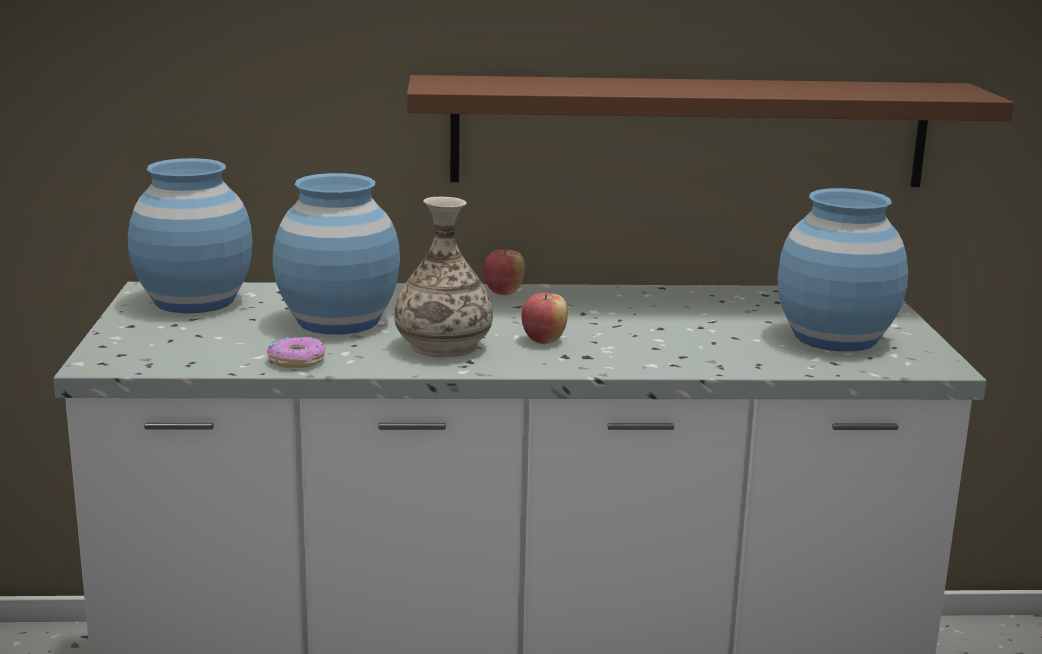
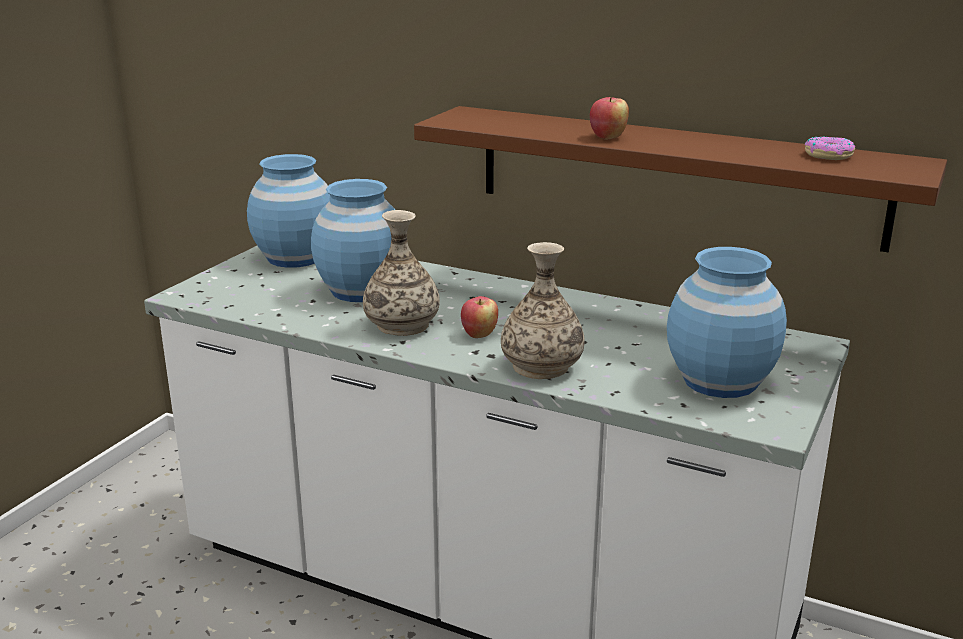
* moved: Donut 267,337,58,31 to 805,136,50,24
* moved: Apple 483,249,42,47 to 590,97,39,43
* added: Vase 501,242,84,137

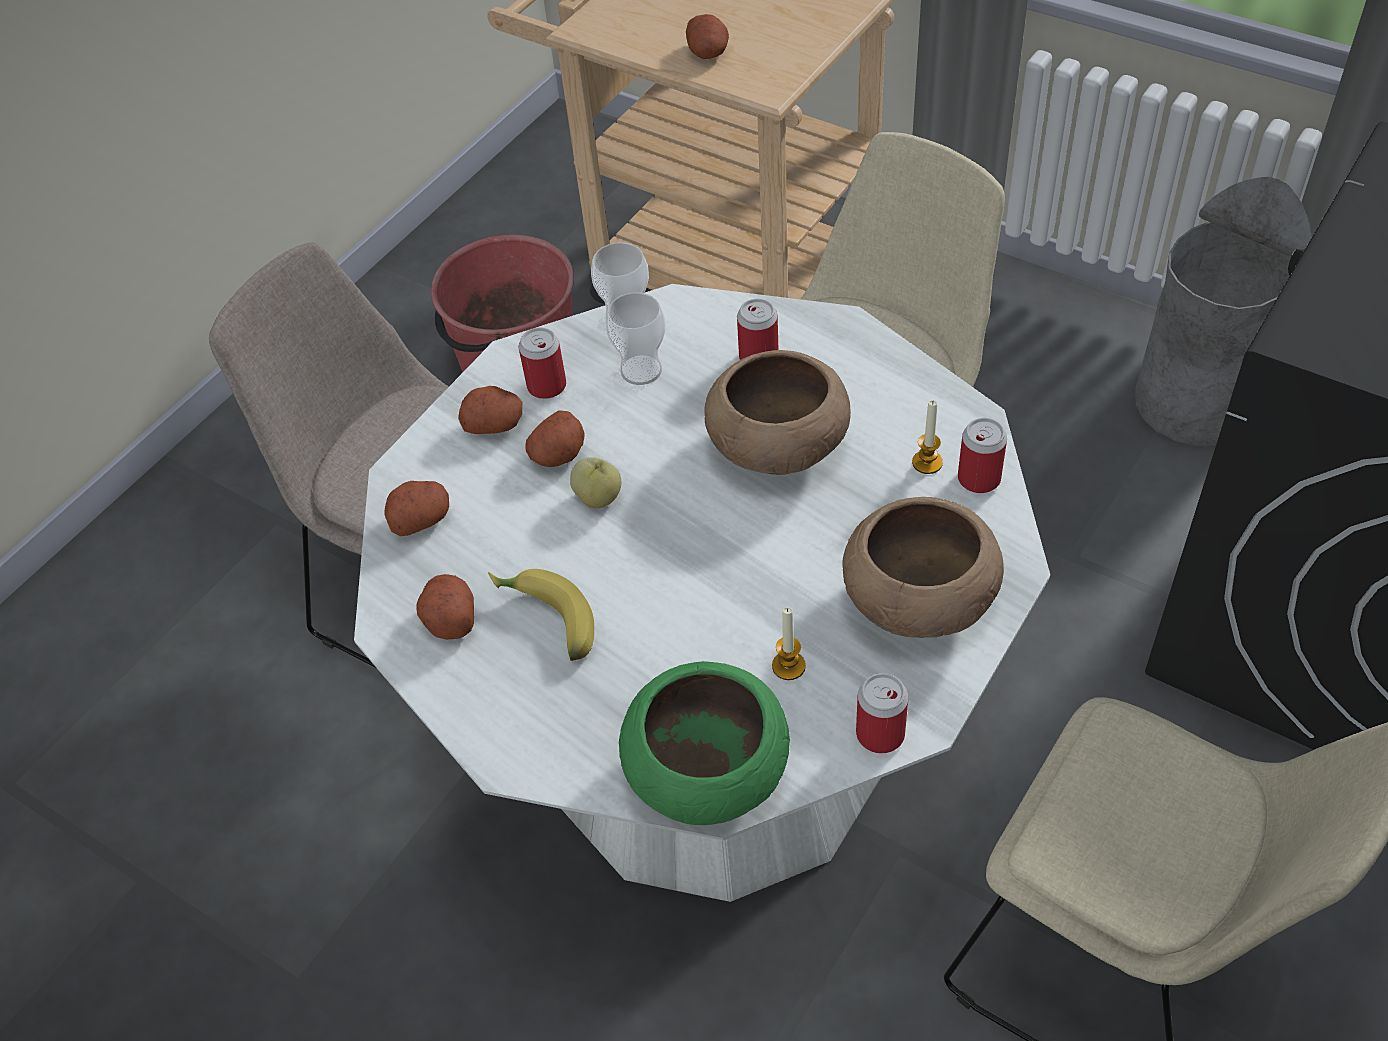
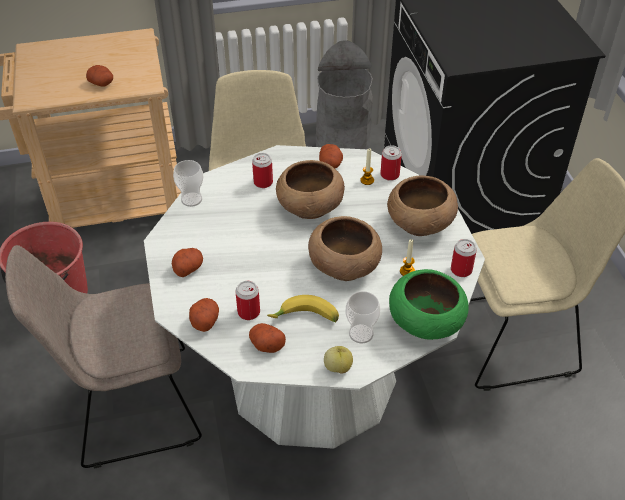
* moved: Can 519,327,47,72 to 235,281,25,39
* moved: Potato 525,410,60,57 to 319,144,24,24
* moved: Apple 570,457,51,51 to 324,346,29,27
* moved: Cup 606,292,60,93 to 345,291,35,53
* added: BrownBowl 308,216,74,65

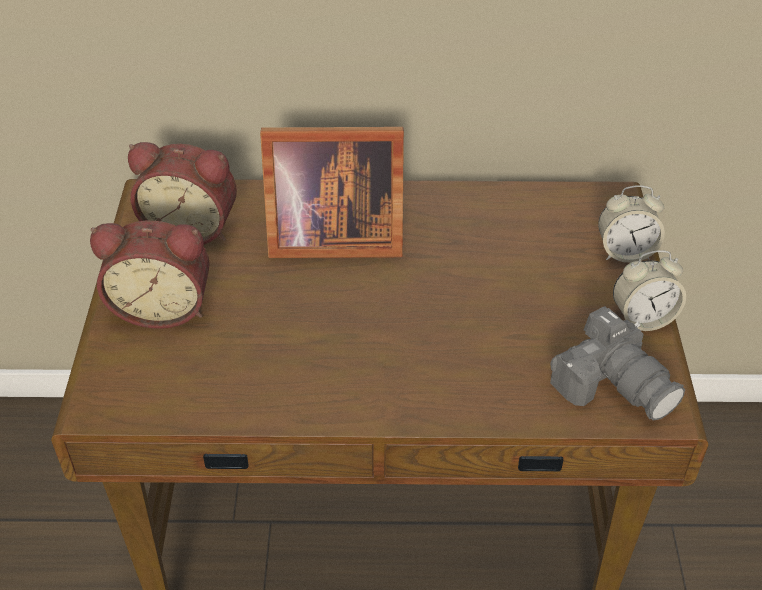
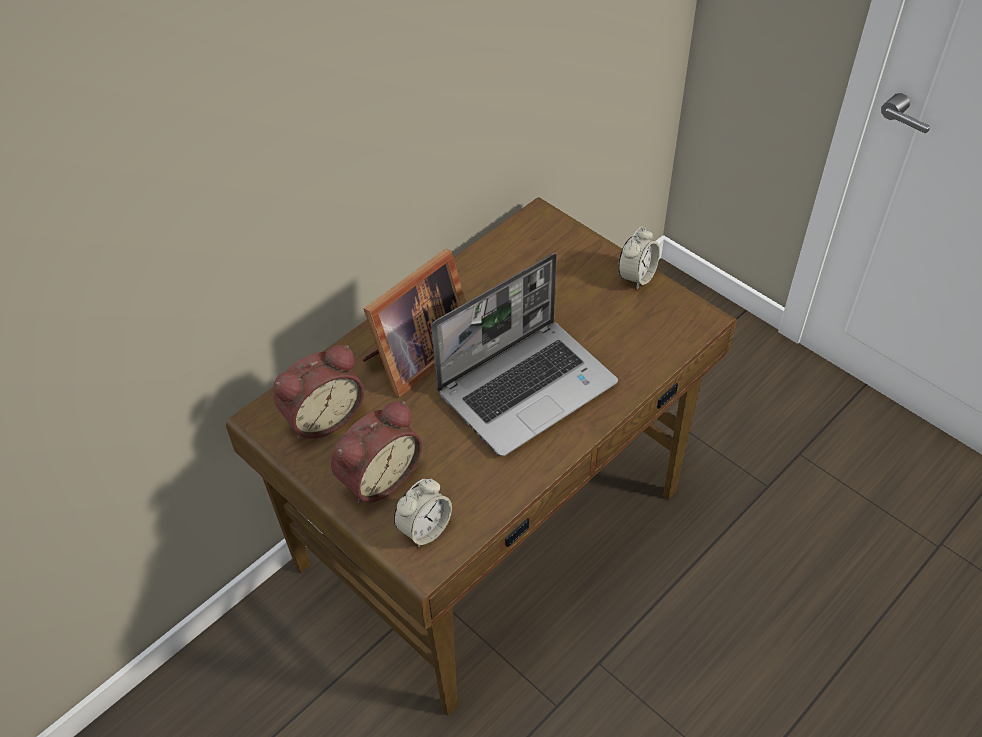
* removed: PhotoCamera 550,306,135,115
* moved: AlarmClock 598,185,67,78 to 394,479,58,68
* added: Laptop 431,253,187,204

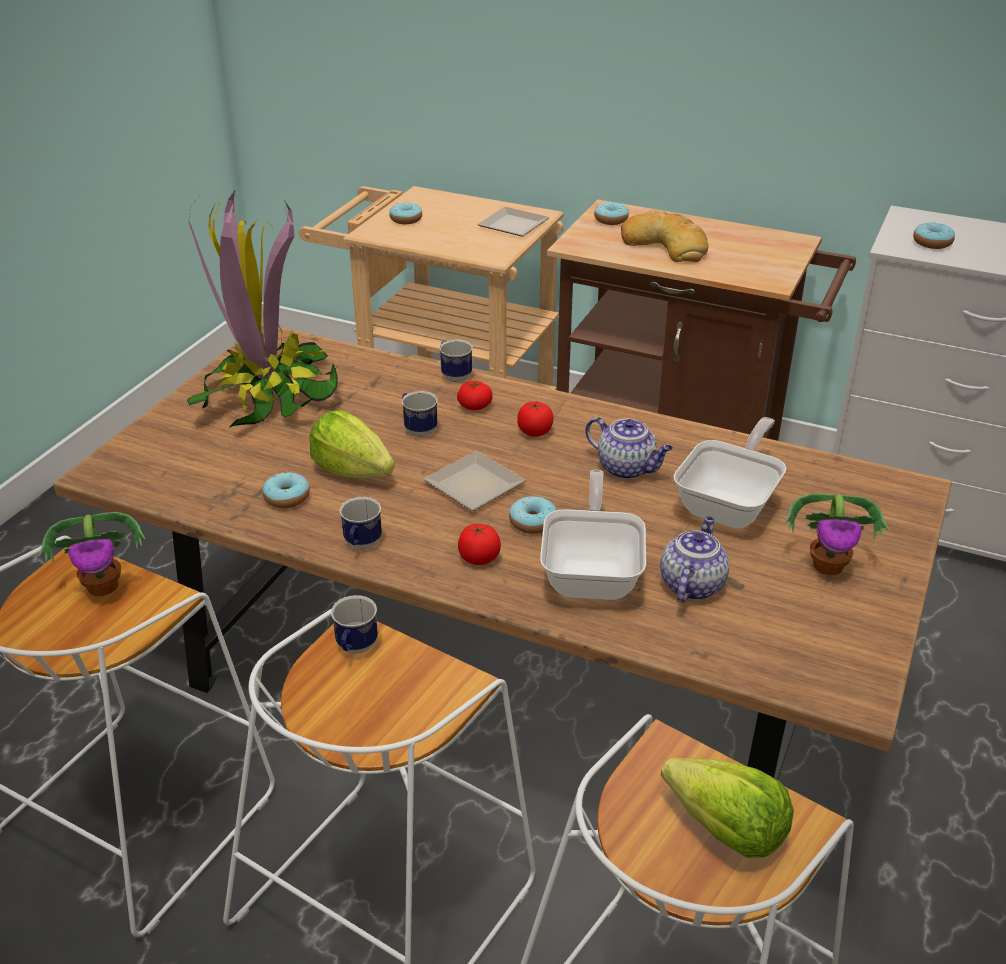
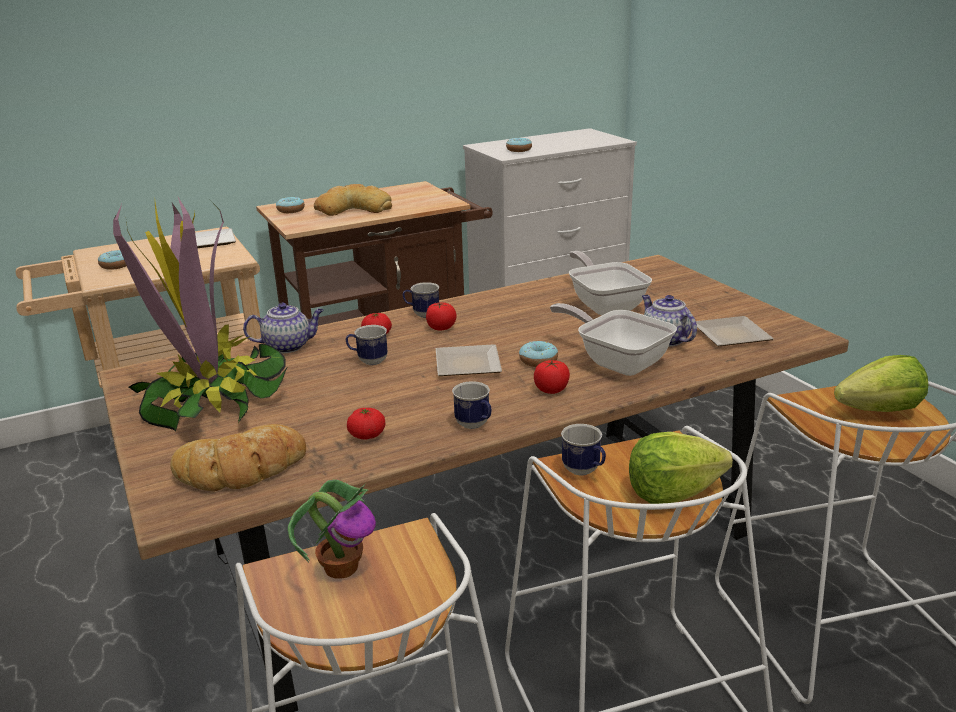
* replaced: Donut 263,472,47,36 to Tomato 347,408,38,32
* moved: Lettuce 309,410,86,68 to 629,432,104,72
* moved: Mug 439,339,34,43 to 403,282,36,36
* moved: Teapot 585,417,88,62 to 243,303,81,50
* removed: PottedPlant 785,493,105,82
* added: Bread 170,424,136,67
* added: Plate 696,316,78,30

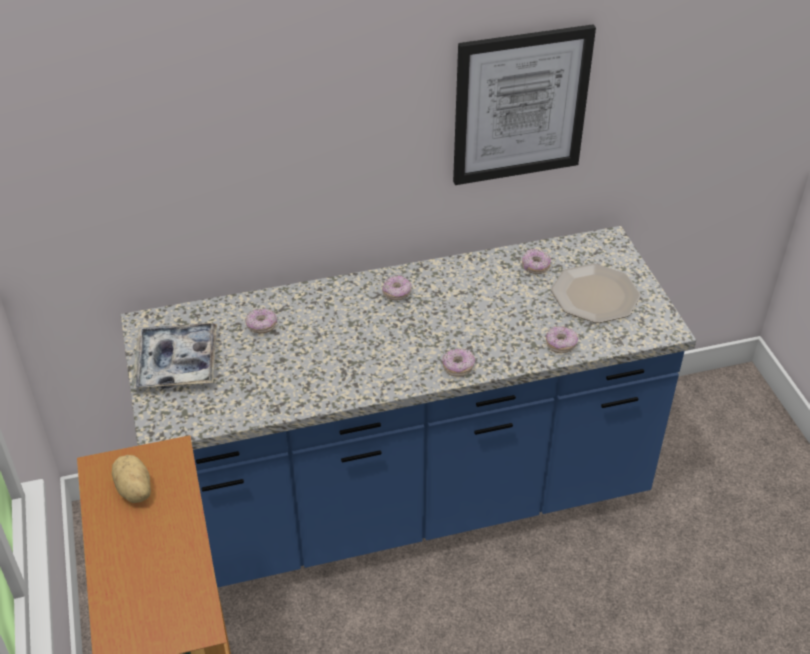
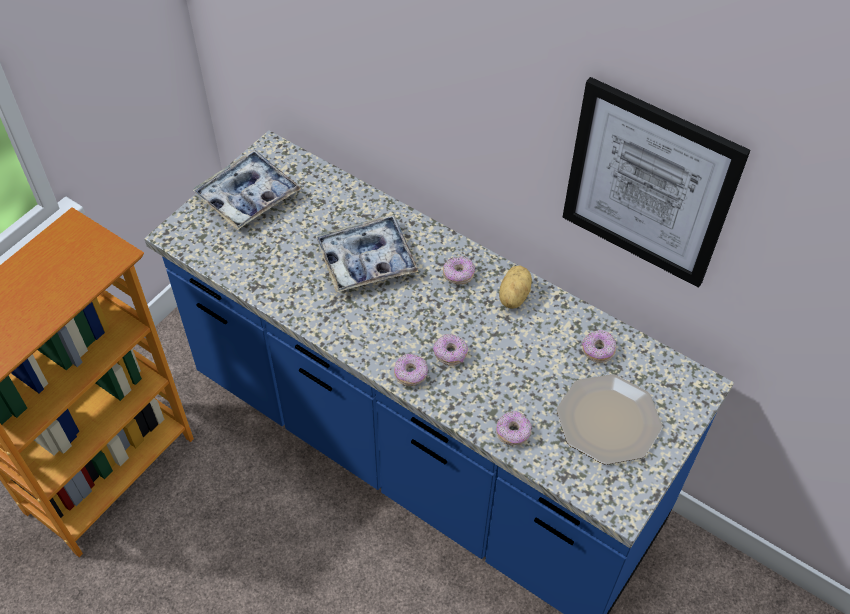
* moved: Potato 112,455,39,48 to 499,266,33,43
* moved: Donut 245,308,32,25 to 433,334,35,32
* added: Tray 316,215,103,78

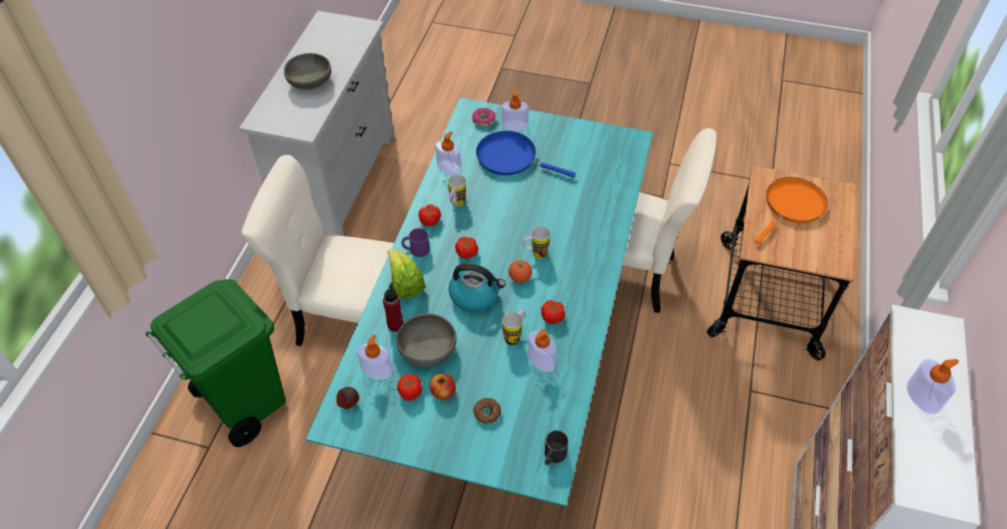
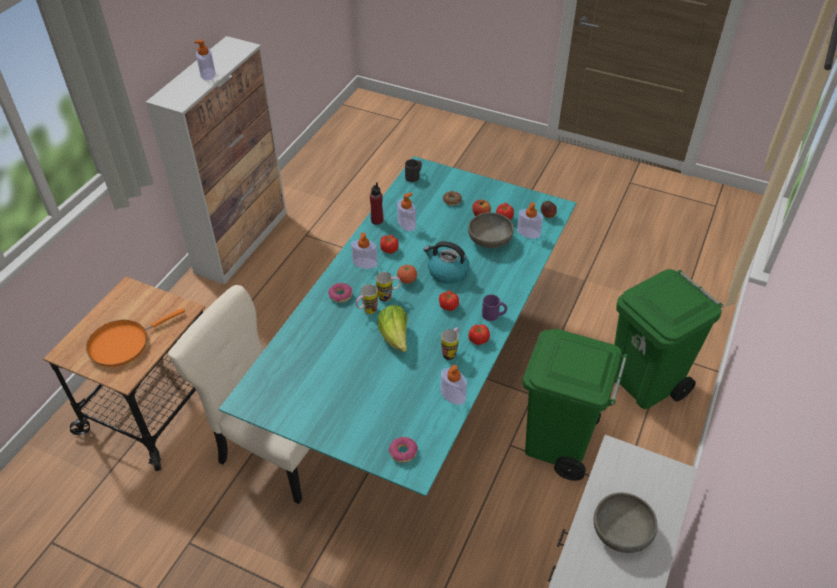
* replaced: BeigeChair 241,155,153,191 to GreenTrashCan 522,329,106,152
* moved: RedBottle 383,282,21,50 to 370,182,13,43
* moved: Lettuce 387,249,39,50 to 378,305,29,47
* removed: BlueFryingPan 476,131,100,47
* moved: SoapDispenser 502,89,27,42 to 351,232,26,37
* moved: Mug 502,310,23,35 to 356,284,22,30
* added: Donut 328,283,24,20

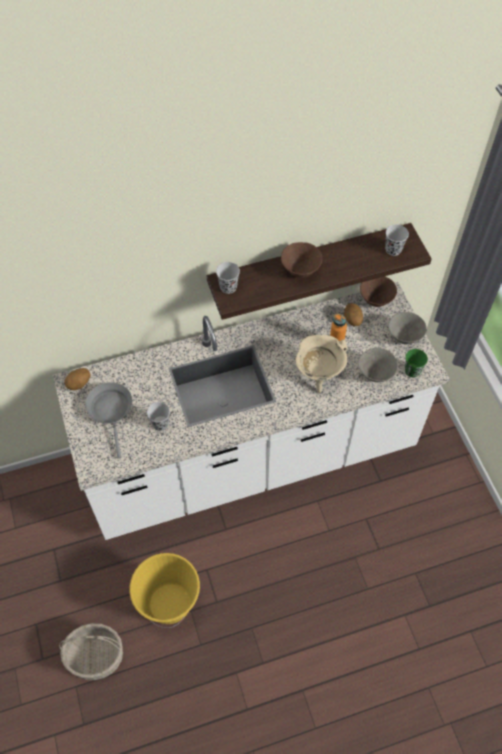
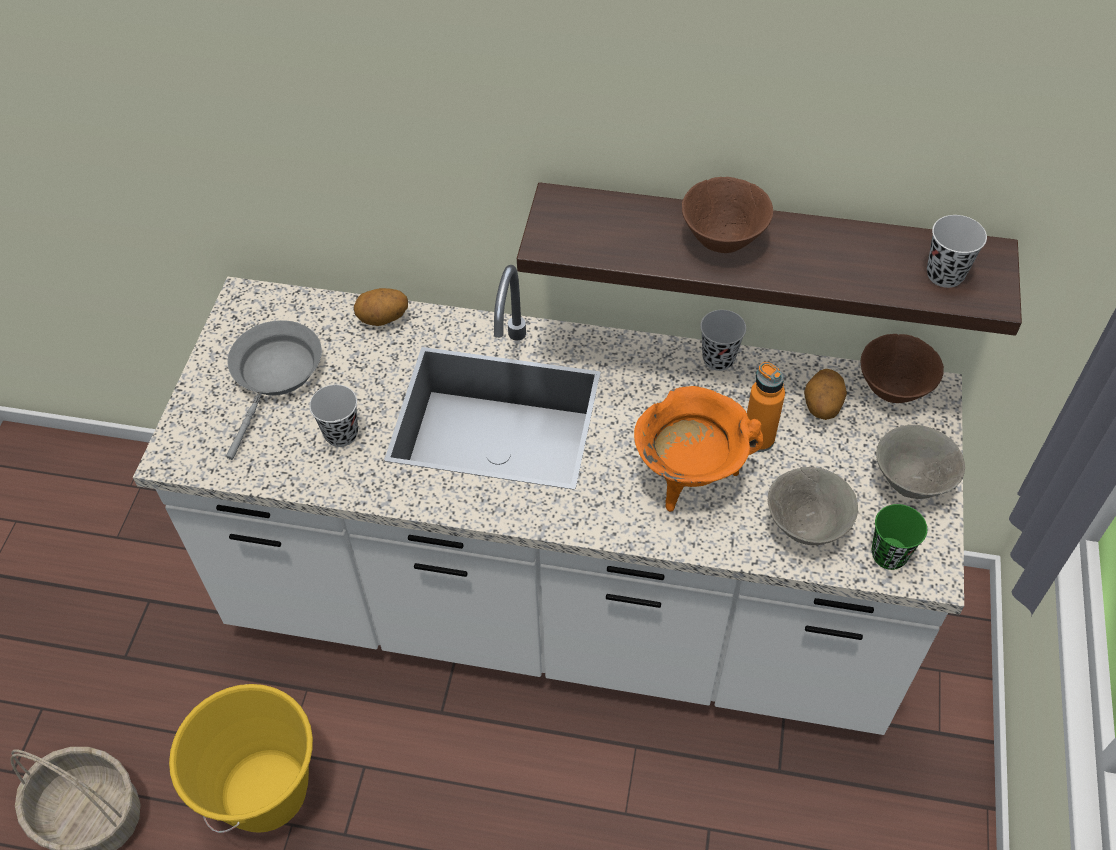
* moved: Potato 65,368,26,22 to 354,288,54,38
* moved: BlackCup 216,262,24,32 to 700,310,46,61
* recoloured: BeigeCookingPot 296,335,52,58 to OrangeCookingPot 634,386,129,126

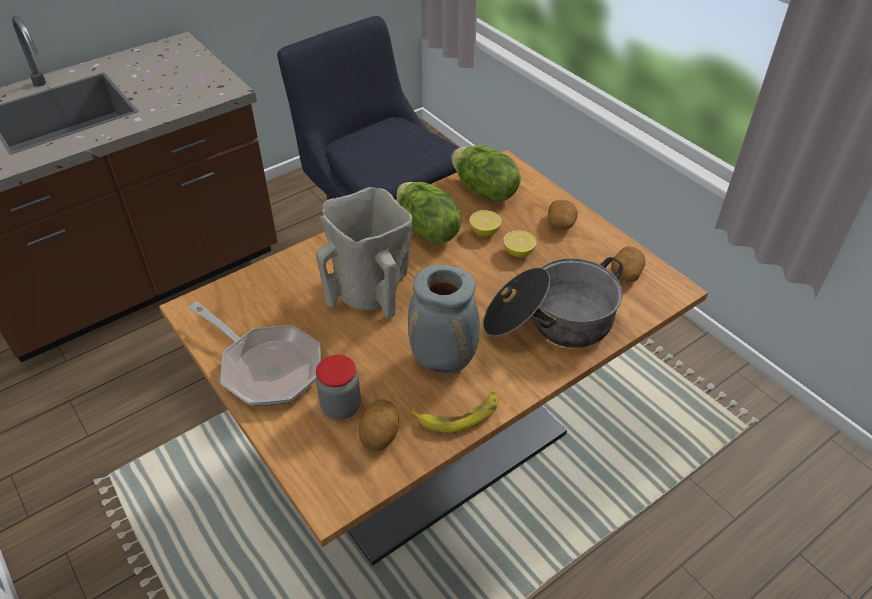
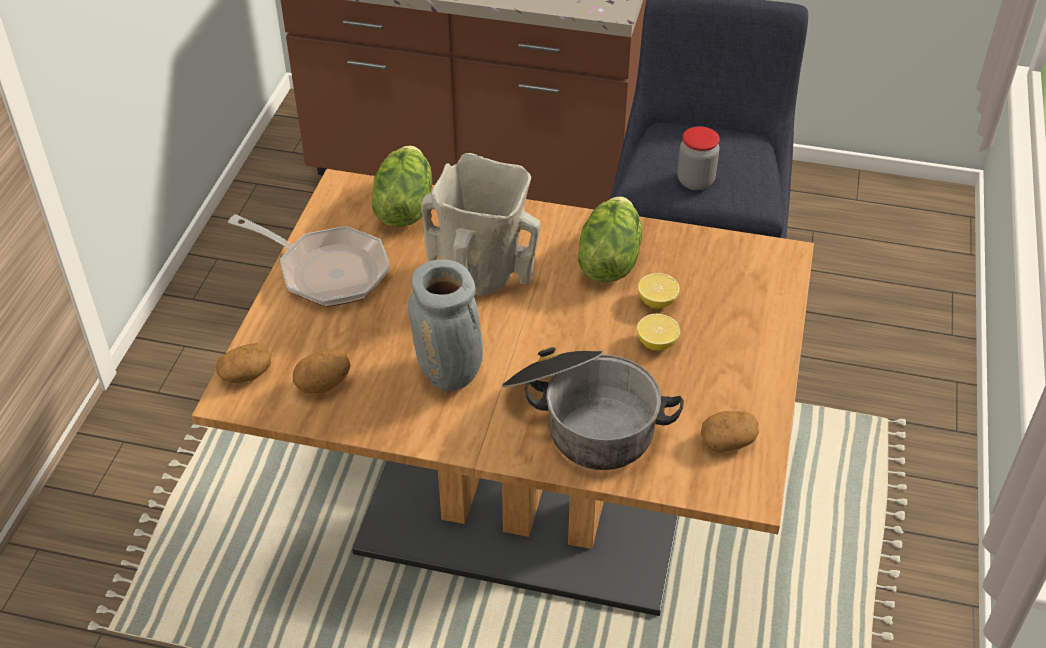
* turned: FryingPan 188,301,133,105 = 228,214,162,93 60 degrees counterclockwise
* moved: Jar 316,355,45,65 to 677,127,43,63
* removed: Banana 411,390,87,43
* moved: Lettuce 451,145,70,57 to 372,145,61,82
* moved: Potato 548,200,30,29 to 216,343,55,40

